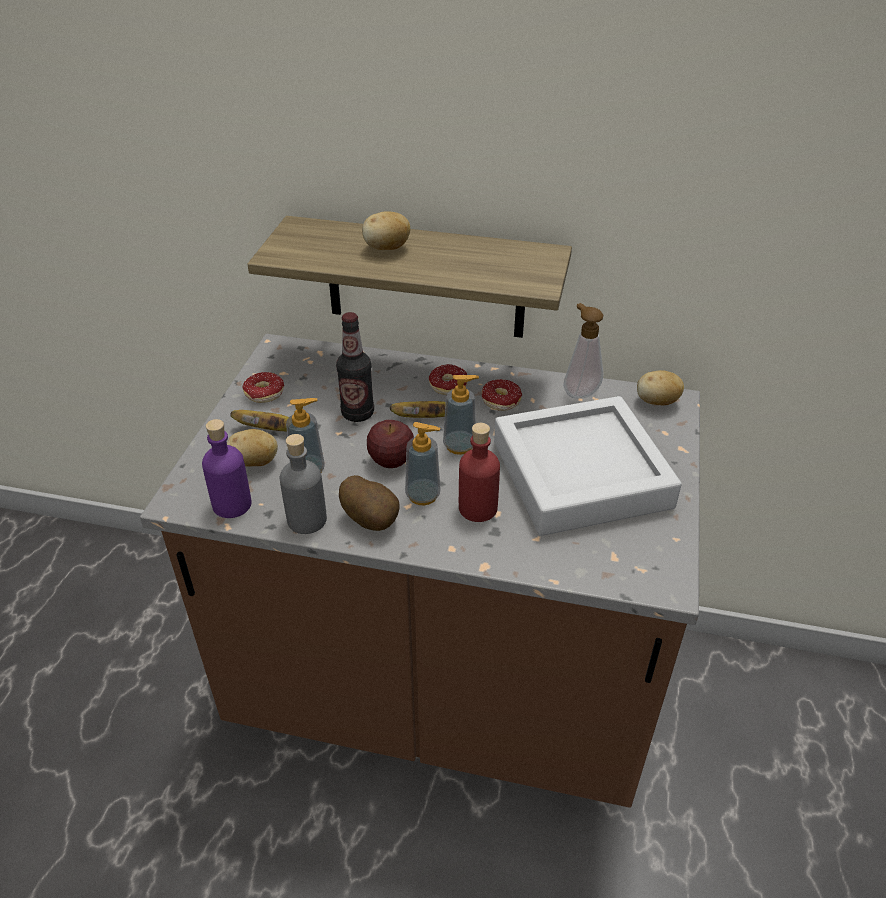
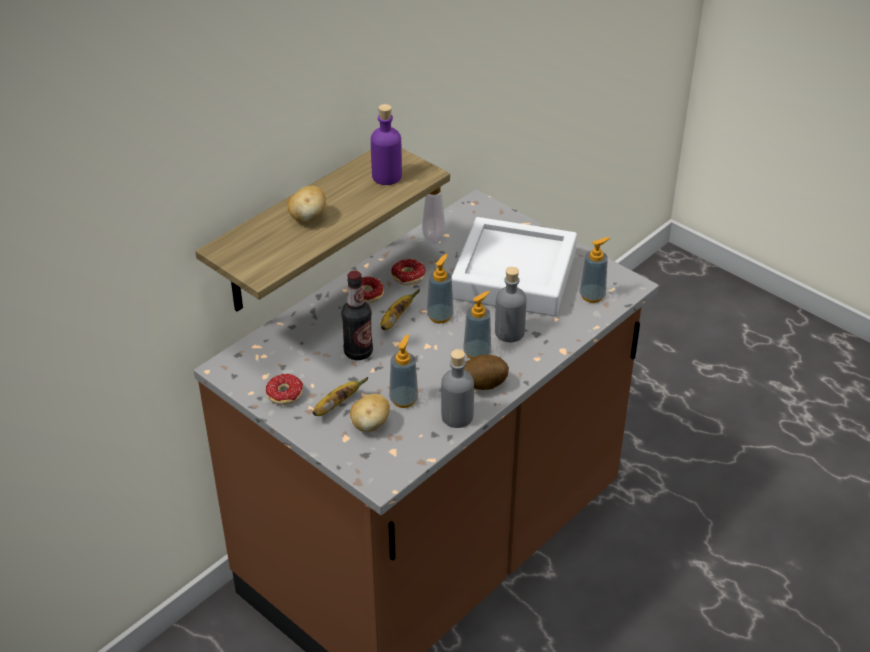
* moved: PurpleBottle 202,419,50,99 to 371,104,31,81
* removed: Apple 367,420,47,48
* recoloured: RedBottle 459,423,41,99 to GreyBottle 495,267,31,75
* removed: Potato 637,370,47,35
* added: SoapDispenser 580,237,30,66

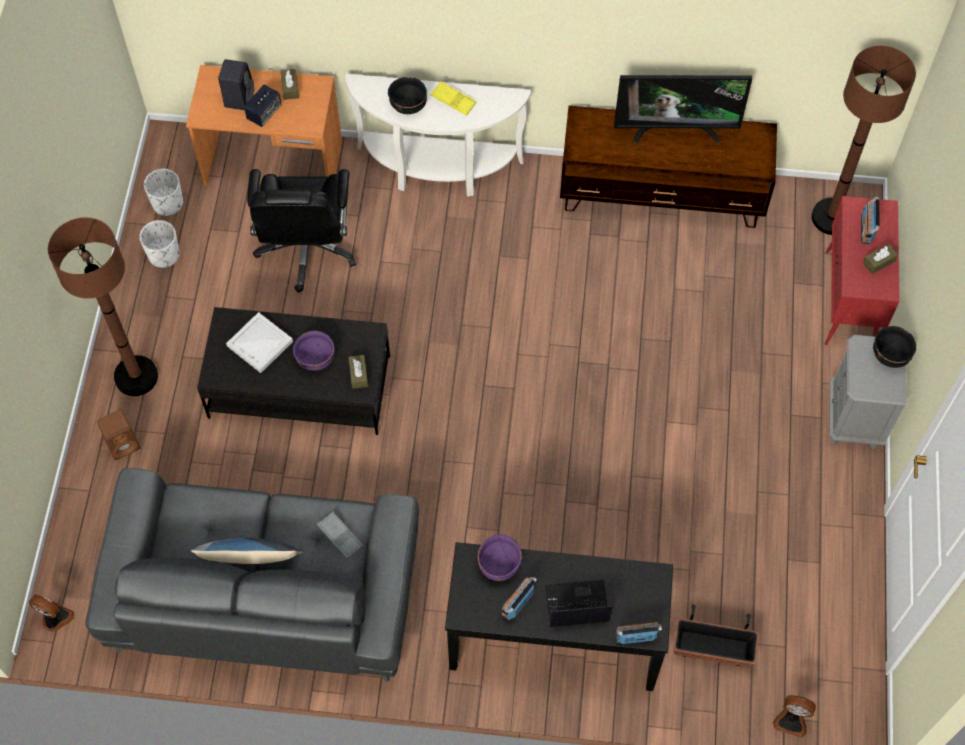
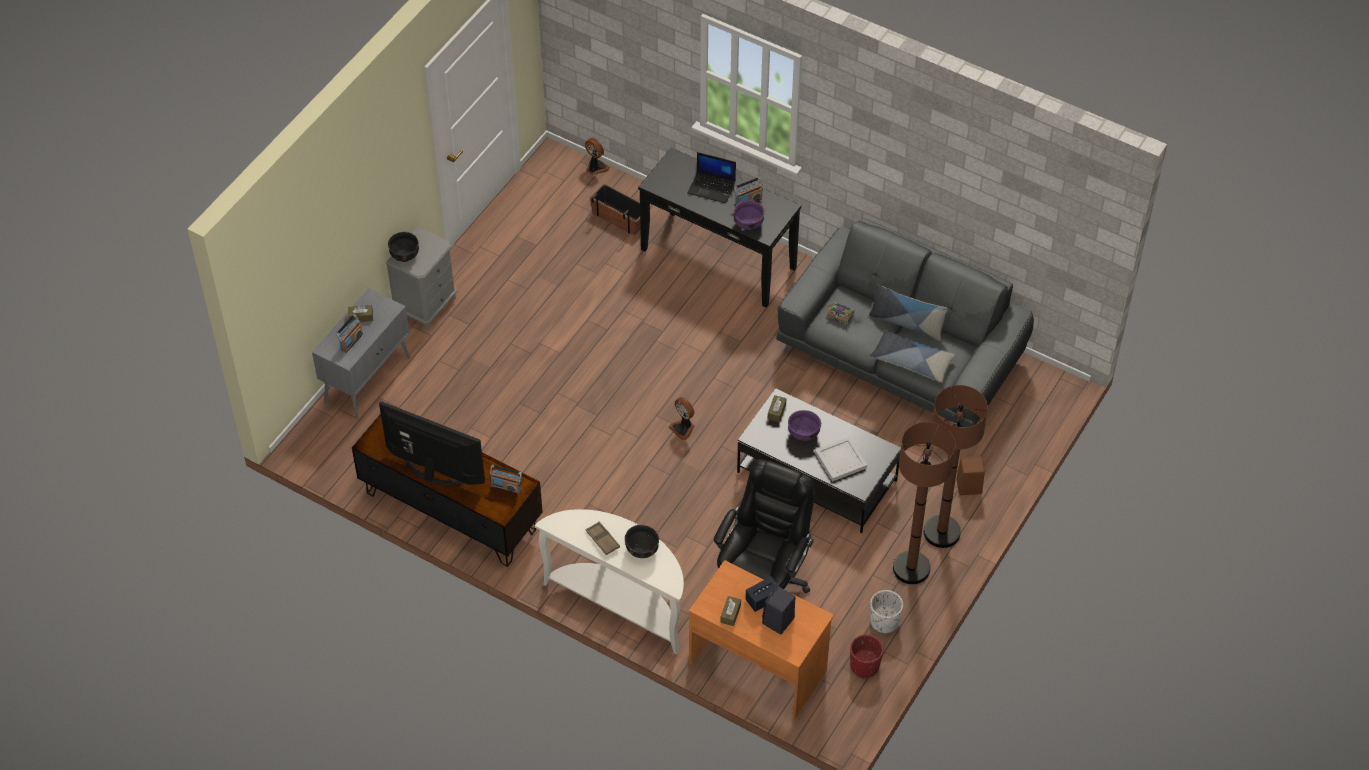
* moved: Fan 29,594,46,39 to 669,397,25,43
* recoloured: WhitePlanter 144,169,39,47 to RedPlanter 850,634,33,44
* replaced: GreyTray 317,512,46,47 to Book 826,302,28,23
* recoloured: YellowTray 431,81,45,35 to BrownTray 586,522,34,33
* moved: Radio 616,622,46,22 to 490,464,32,30
* moved: BrownFloorLamp 812,46,104,189 to 893,422,63,162
* recoloured: RedCabinet 825,196,74,149 to GreyCabinet 312,288,98,131
* added: Pillow 870,329,86,53

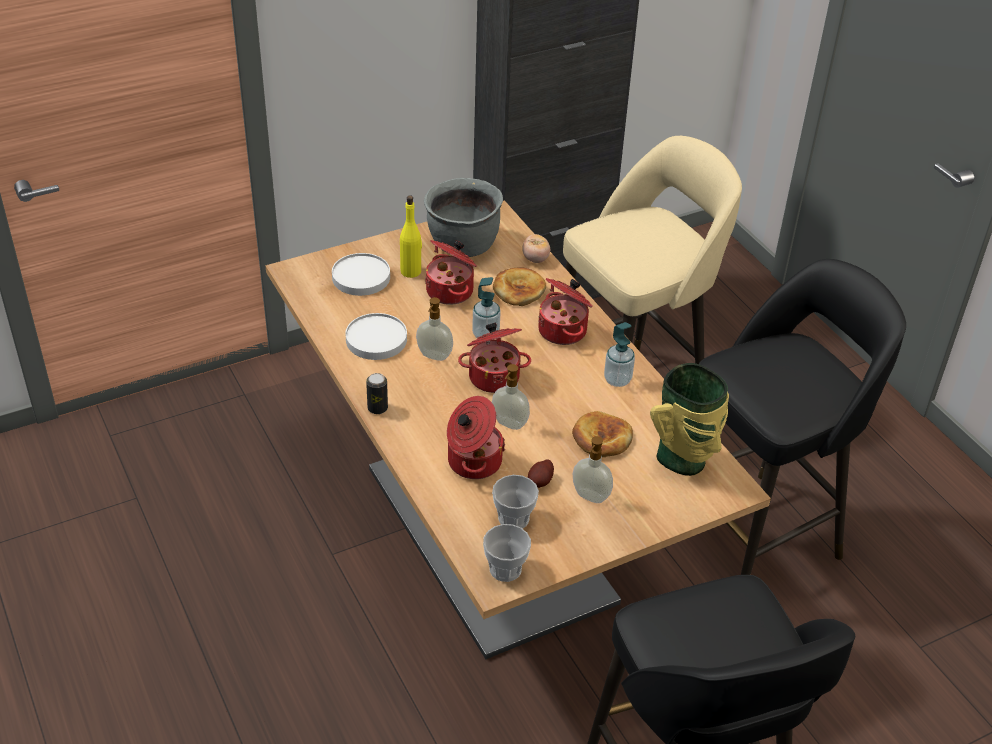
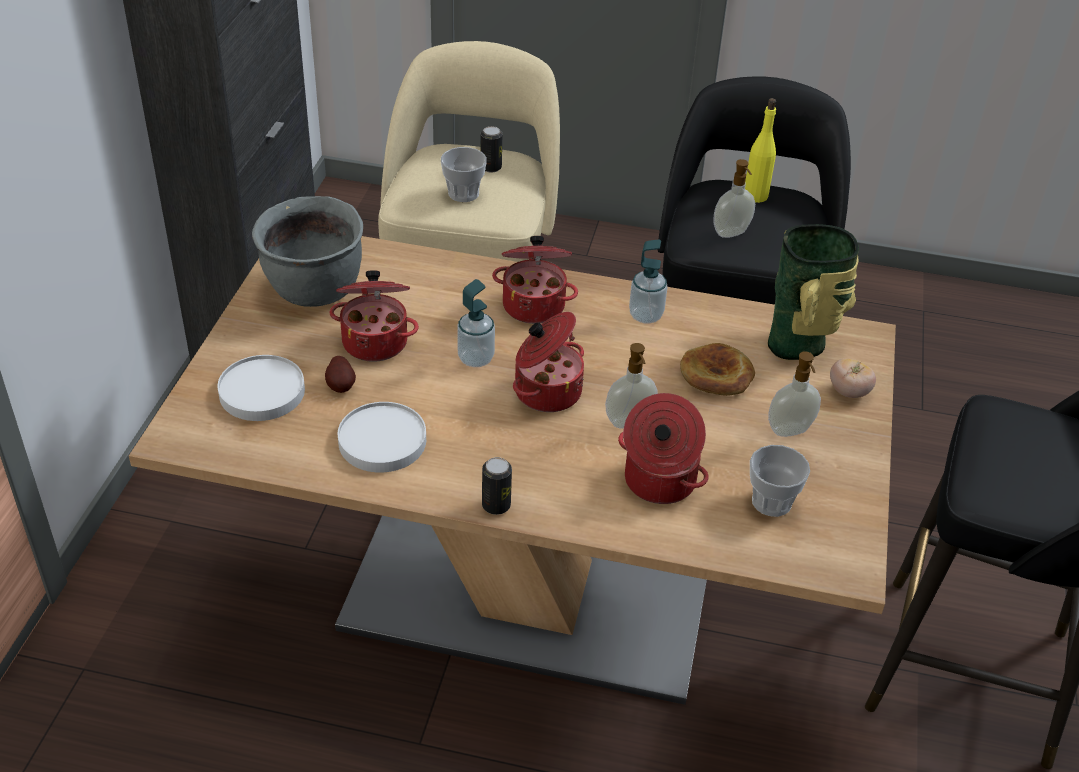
* moved: YellowBottle 400,195,22,83 to 745,98,31,105
* moved: SoapDispenser 416,297,37,64 to 714,159,41,79
* moved: Cup 483,524,48,58 to 441,147,46,55
* removed: Bread 493,267,53,39
* moved: Tomato 522,234,28,29 to 830,358,46,40
* moved: Potato 528,459,26,29 to 325,356,31,37
* added: Can 480,126,22,47

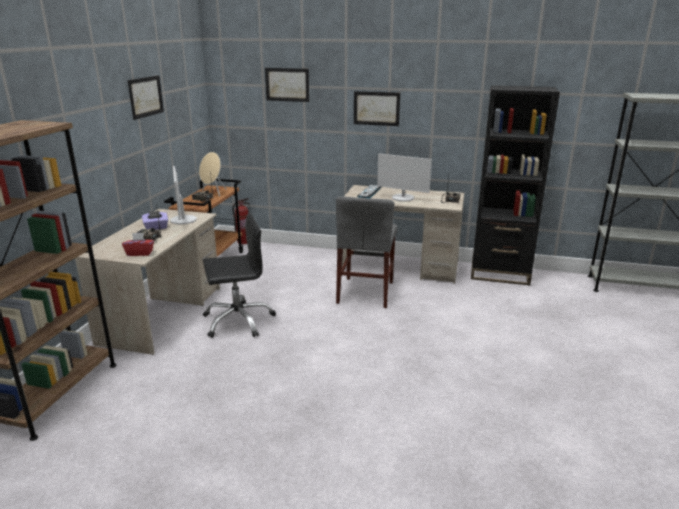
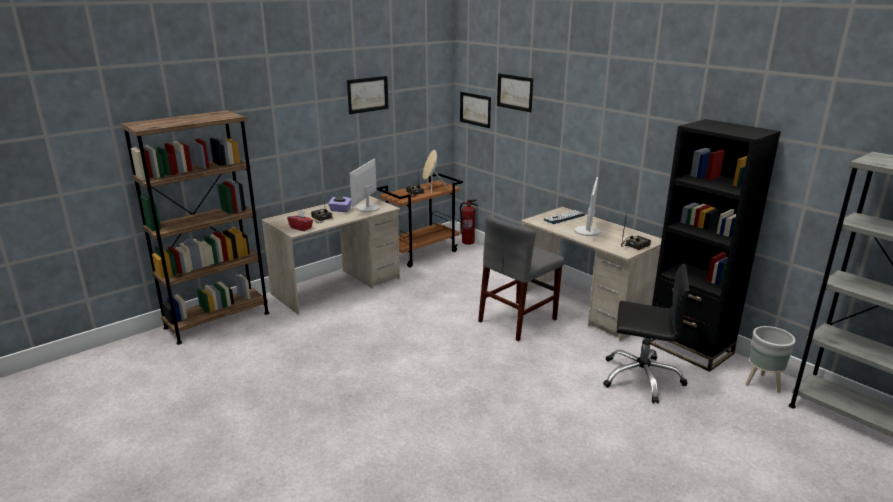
* moved: BlackOfficeChair 203,213,73,125 to 603,264,87,140
* moved: Picture 354,91,46,35 to 460,92,31,36
* turned: Monitor 377,153,55,49 = 574,177,26,59 135 degrees counterclockwise
* added: GreyPlanter 745,326,51,67

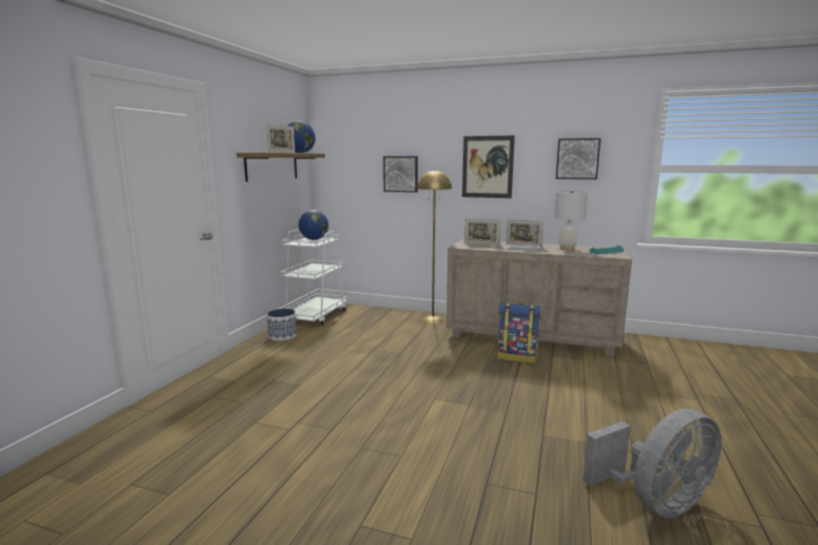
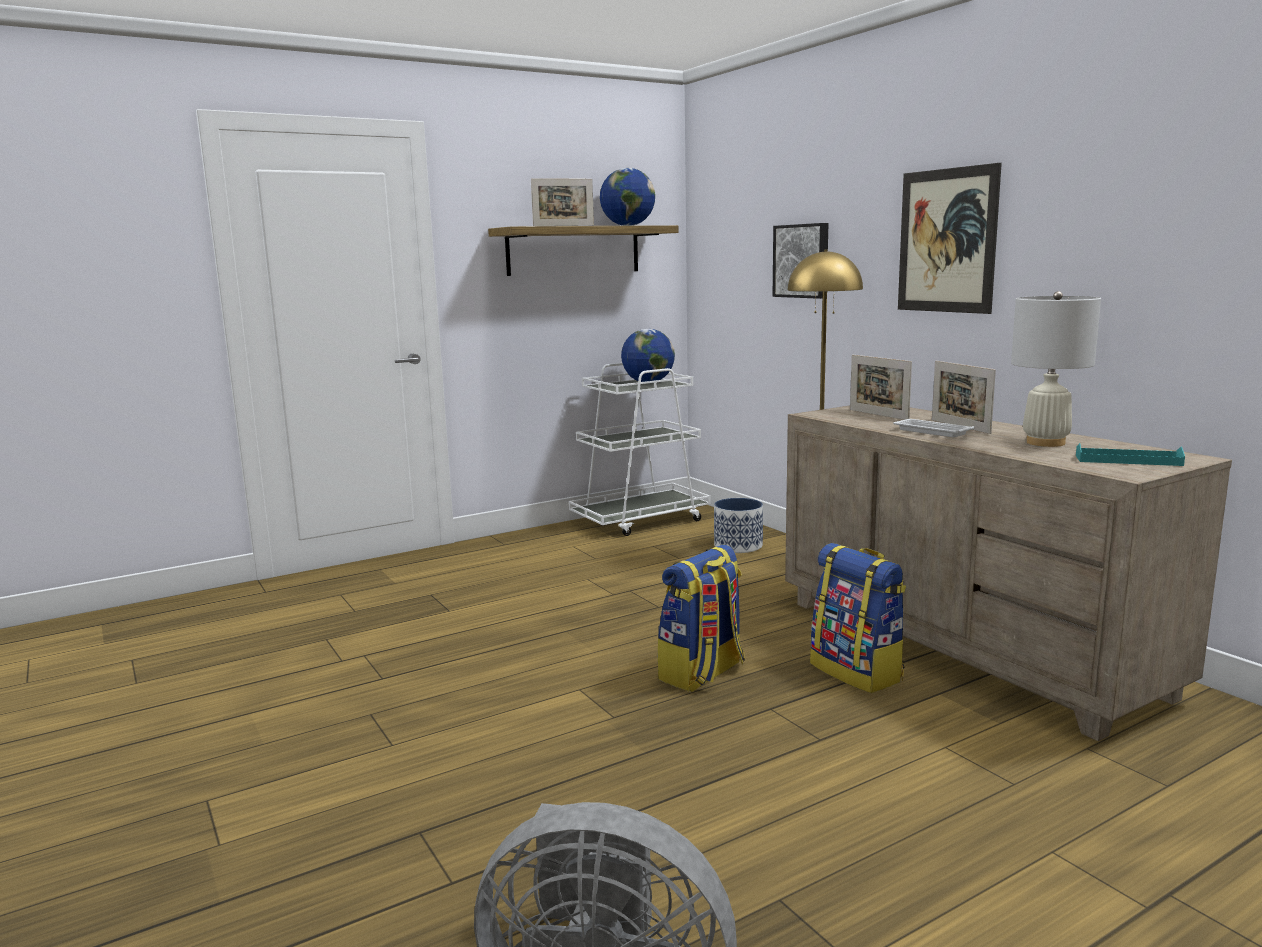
* moved: Planter 267,309,30,32 to 714,498,49,55
* removed: Picture 556,138,45,41
* added: Backpack 657,544,88,148

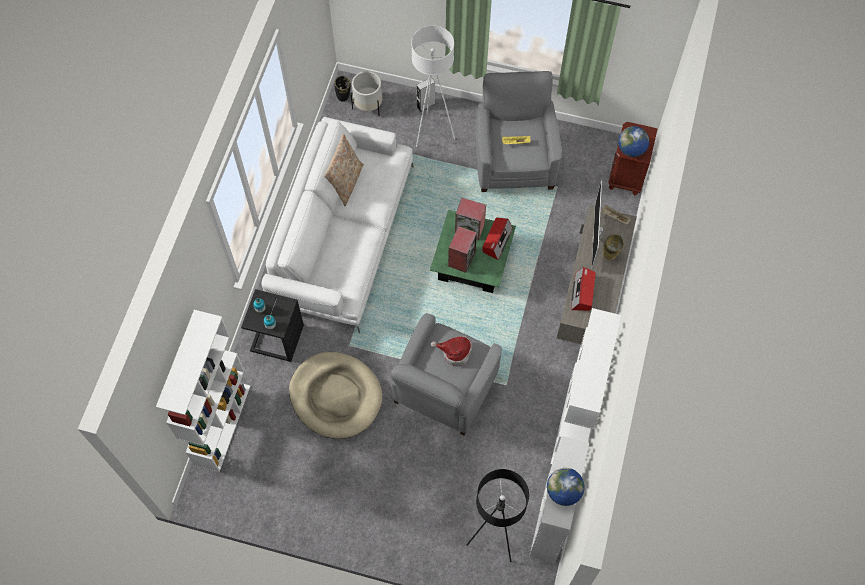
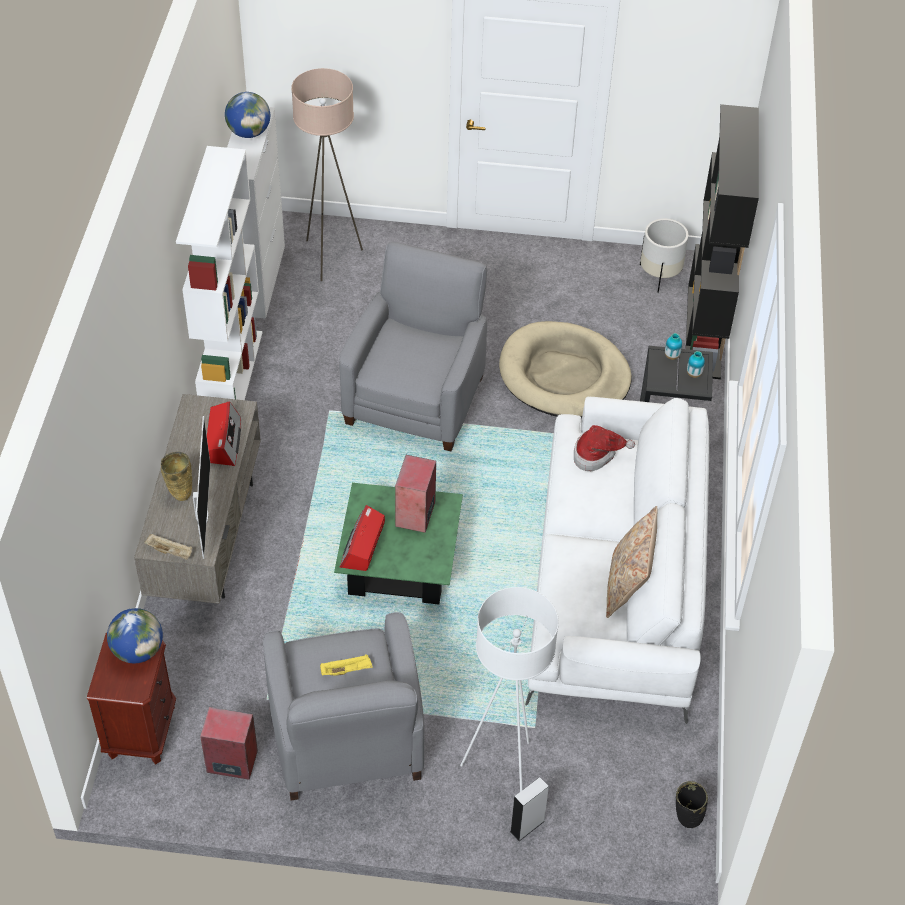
* recoloured: WhiteBookcase 156,310,94,162 to BlackBookcase 686,104,73,275
* moved: WhitePlanter 351,71,31,45 to 640,219,49,74
* moved: Hat 431,336,41,30 to 574,425,61,46
* moved: Speaker 455,198,31,42 to 200,707,58,73
* recoloured: BlackFloorLamp 466,469,63,93 to BeigeFloorLamp 291,68,72,213

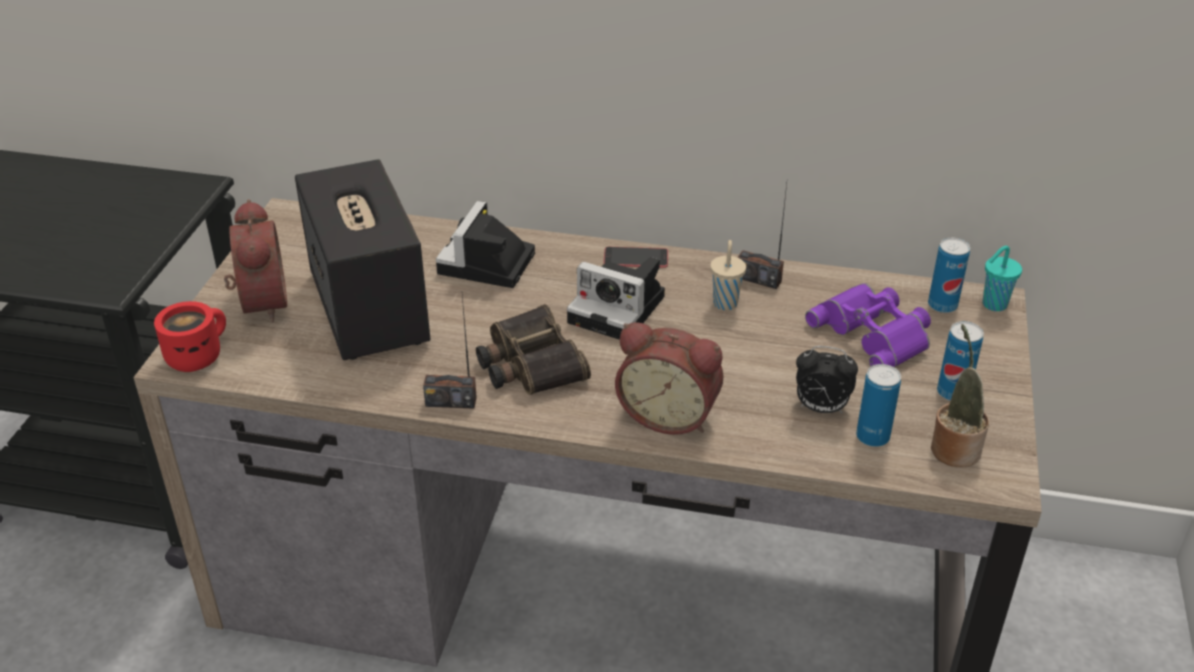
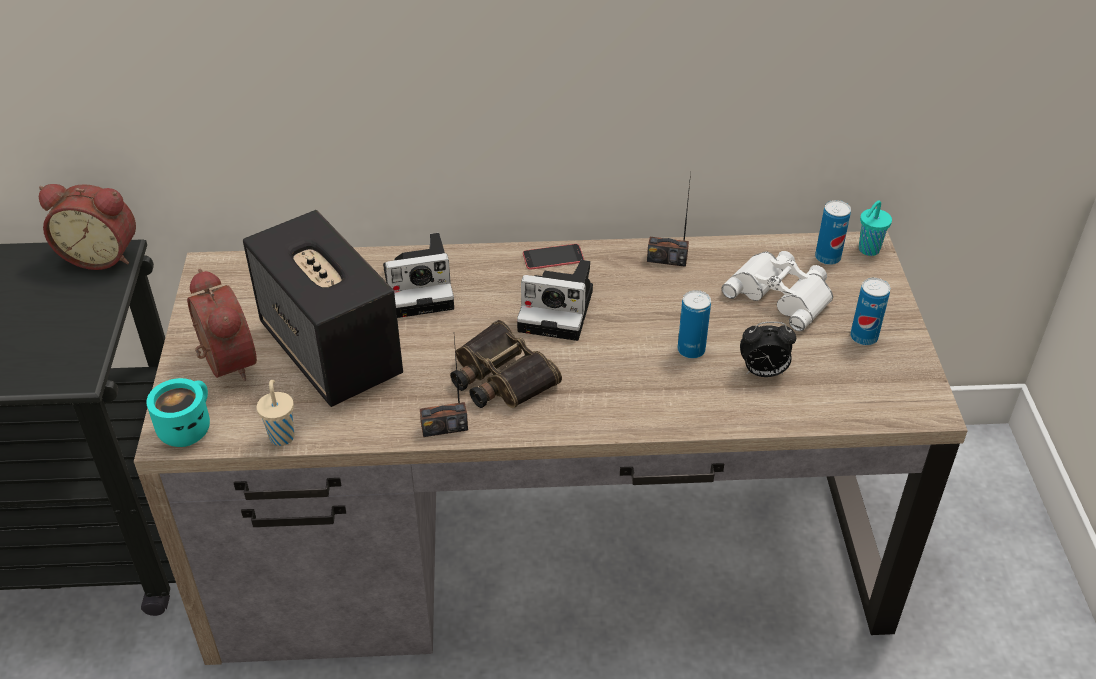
* recoloured: RedMug 154,301,72,71 to TurquoiseMug 146,378,64,69
* turned: PhotoCamera 436,201,99,87 = 383,233,71,85 105 degrees counterclockwise
* moved: AlarmClock 615,322,108,113 to 39,184,97,86
* moved: BeigeCup 710,240,36,70 to 257,380,37,66
* recoloured: PurpleBinoculars 805,283,126,84 to WhiteBinoculars 722,251,111,80
* moved: Can 856,364,45,83 to 677,290,34,69
* removed: PottedPlant 931,324,58,143

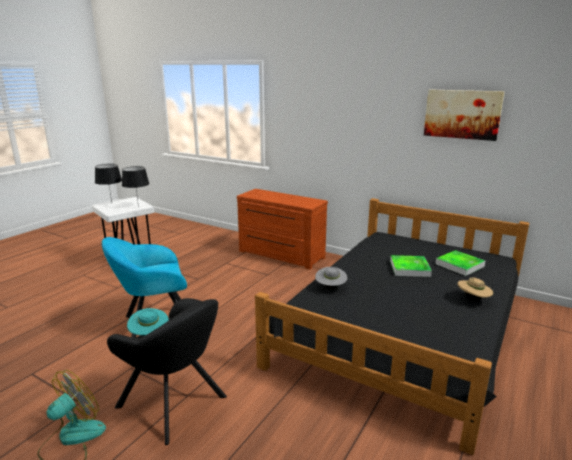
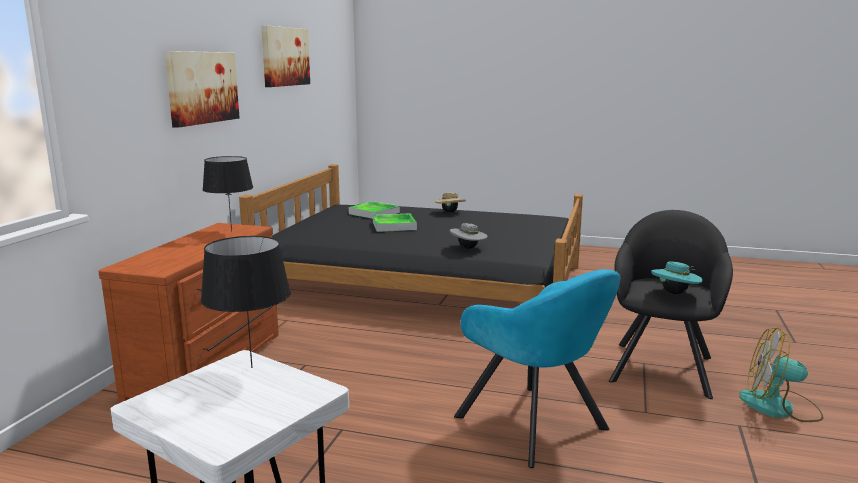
* moved: BlackTableLamp 95,164,27,39 to 202,156,51,76
* added: Picture 165,51,75,77

